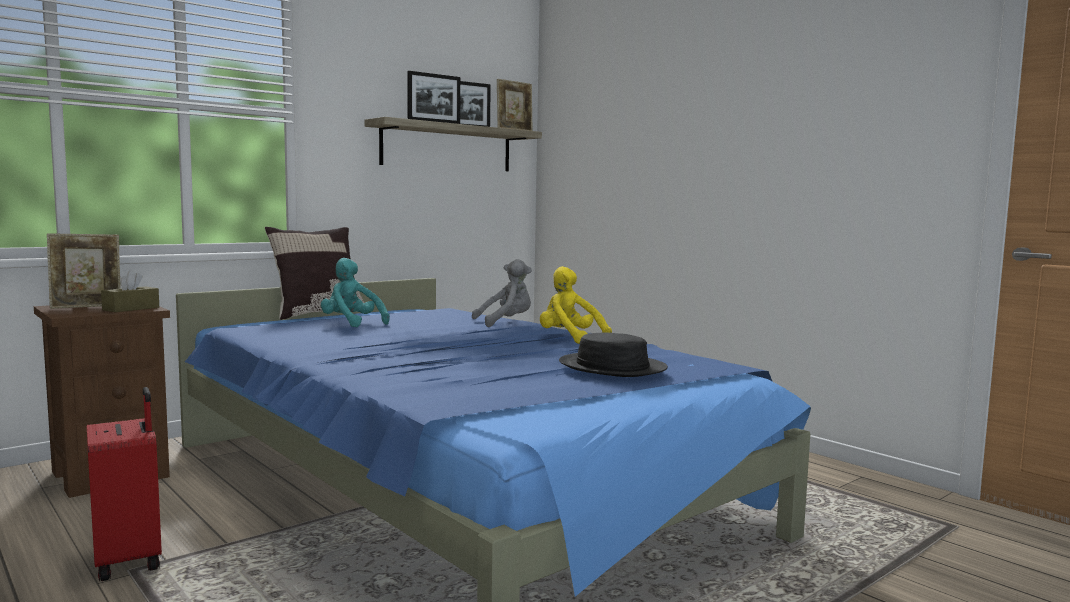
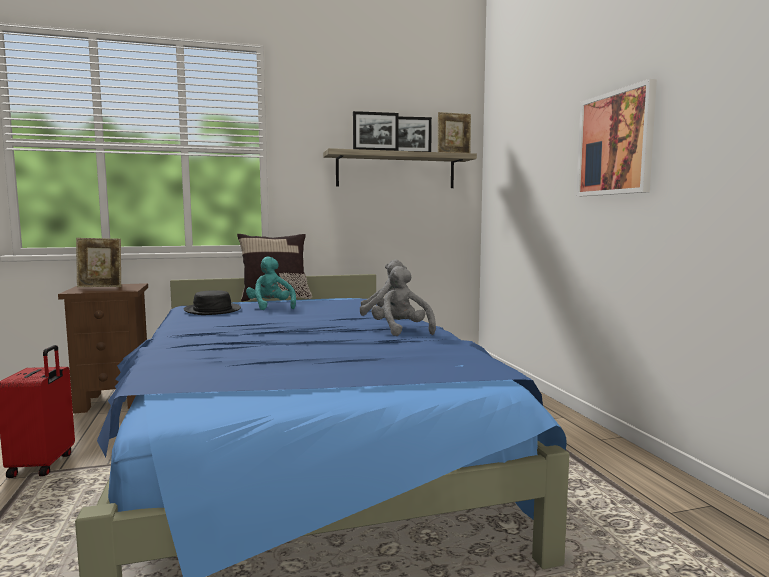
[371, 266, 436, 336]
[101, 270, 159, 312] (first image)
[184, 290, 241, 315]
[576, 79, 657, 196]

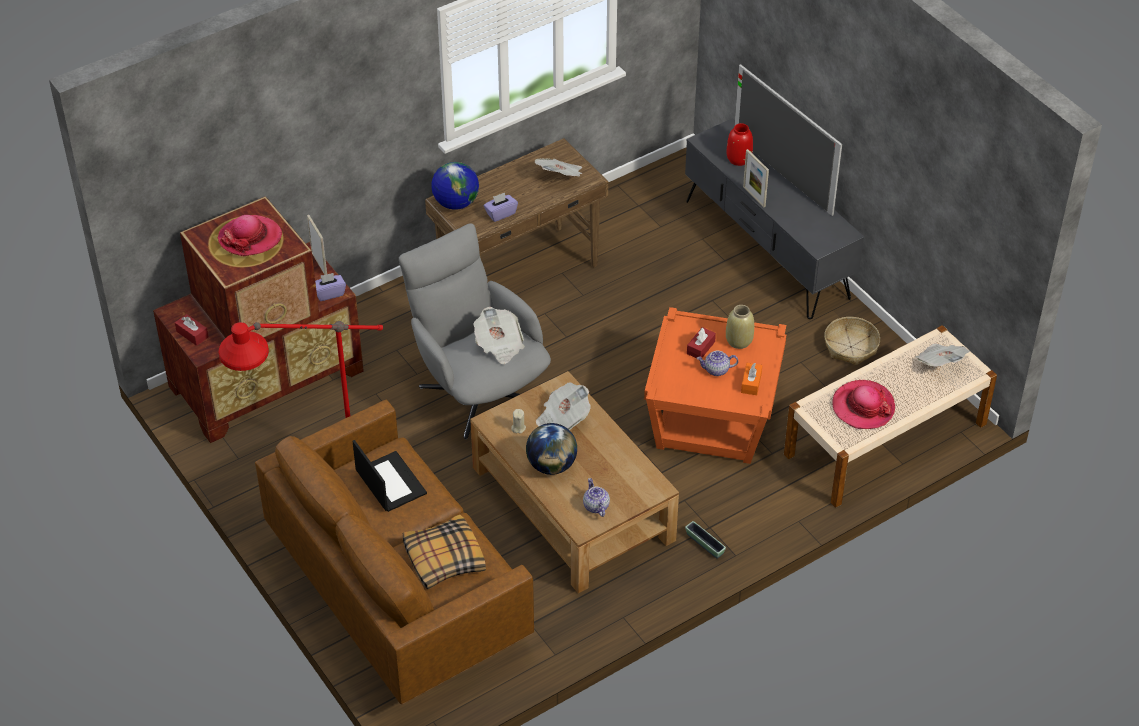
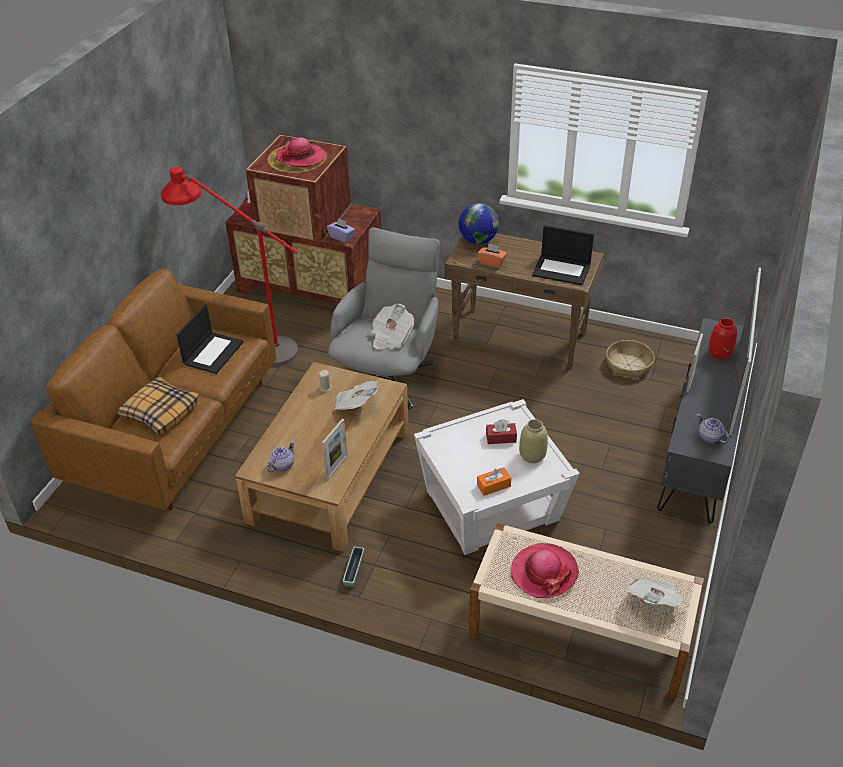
[532, 225, 594, 285]
[477, 243, 507, 268]
[322, 419, 348, 480]
[414, 399, 580, 555]
[606, 340, 654, 379]
[697, 414, 729, 443]
[526, 423, 577, 475] (first image)

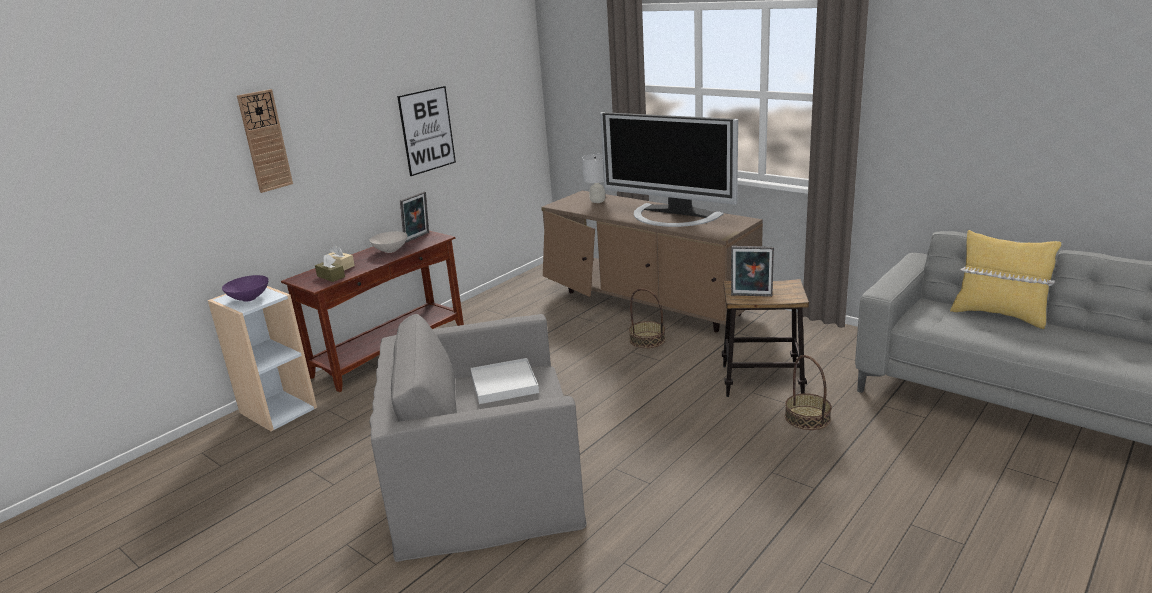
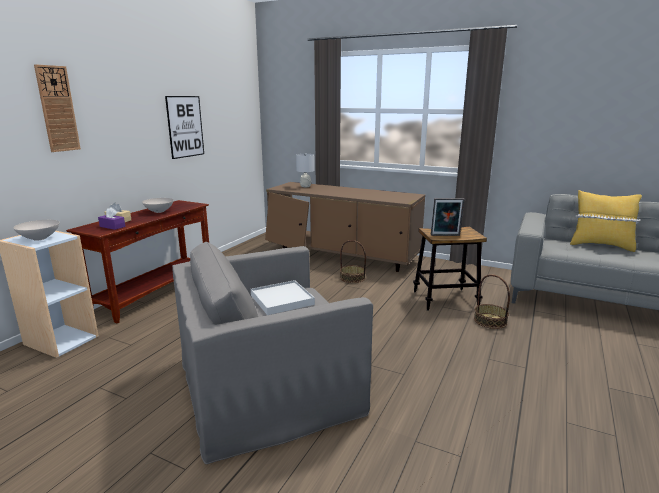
[600, 112, 738, 227] (first image)
[400, 191, 429, 243] (first image)
[98, 207, 125, 230]
[13, 220, 59, 241]

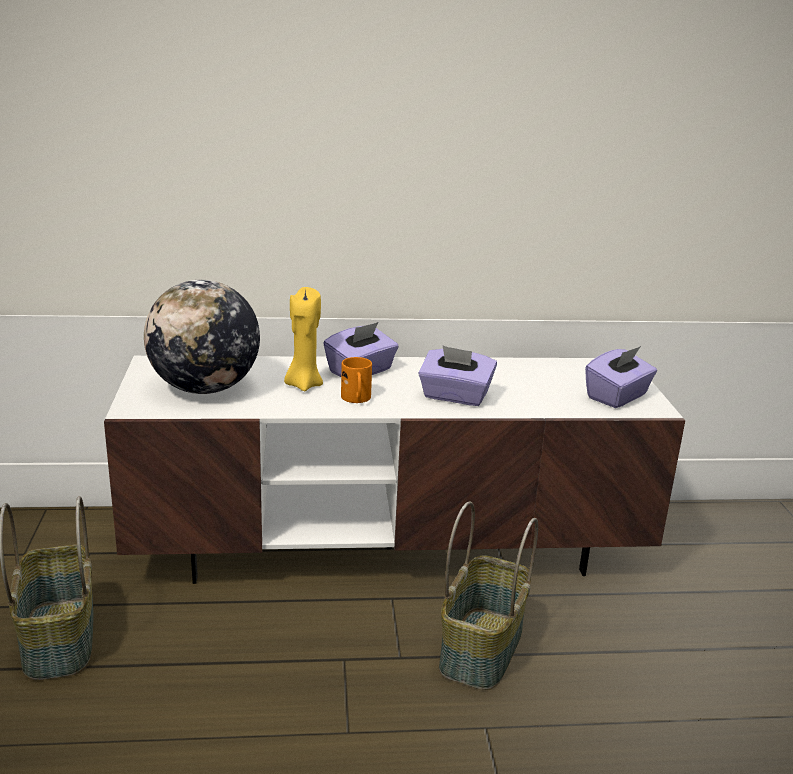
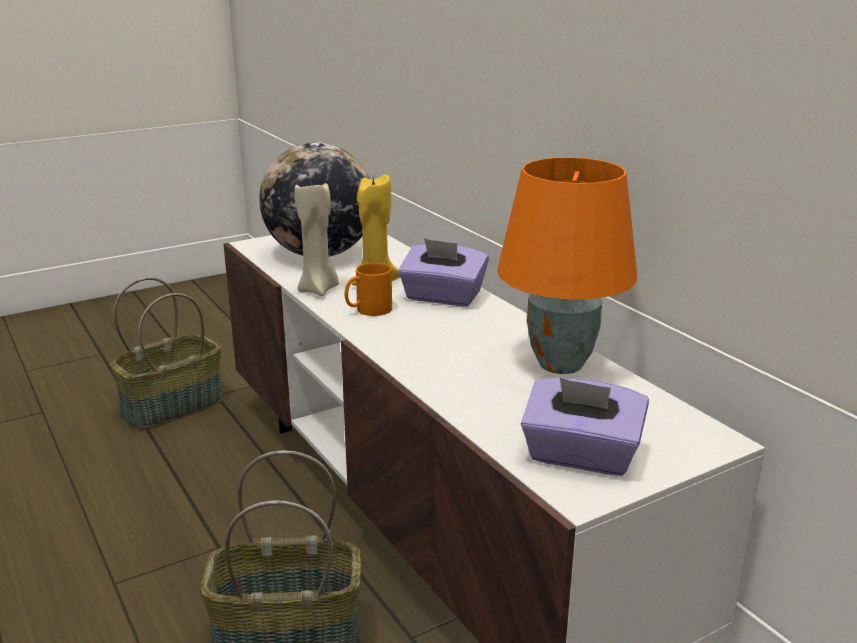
[418, 345, 497, 406] (first image)
[497, 157, 637, 374]
[294, 178, 339, 296]

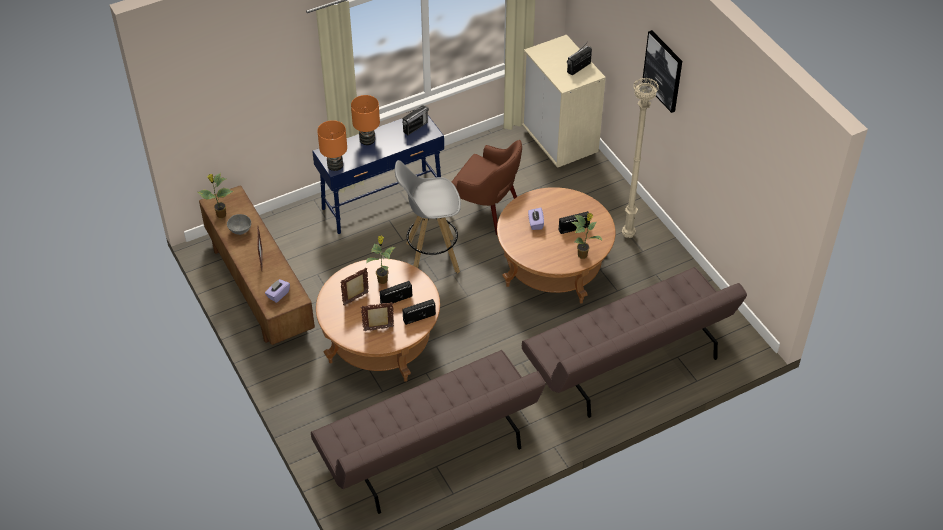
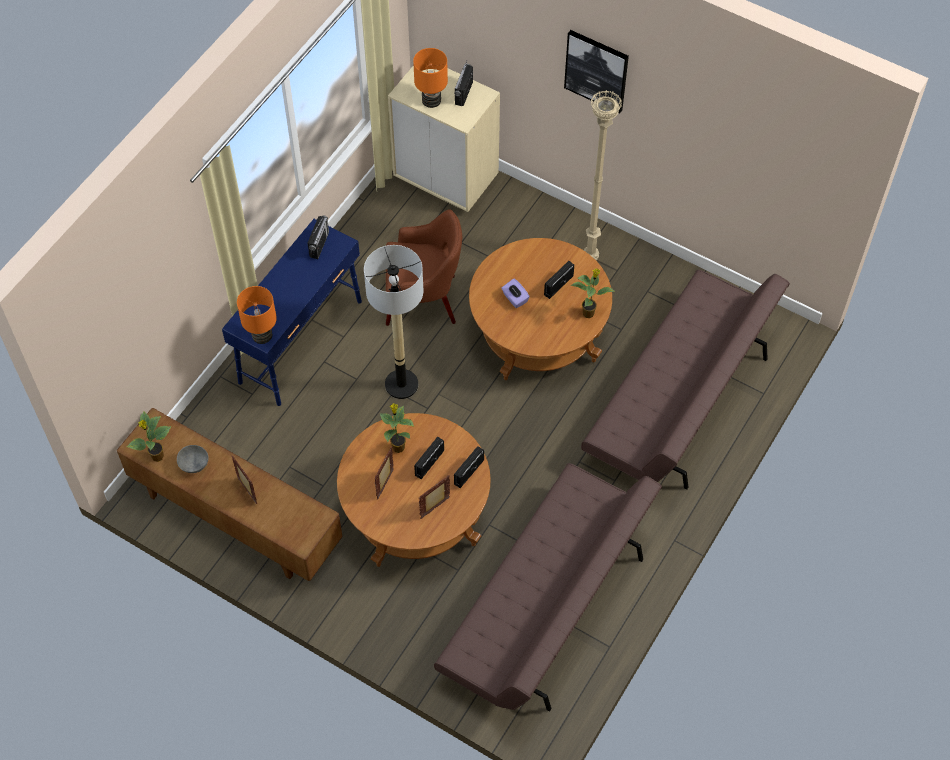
[413, 48, 448, 108]
[364, 245, 424, 399]
[265, 279, 290, 303] (first image)

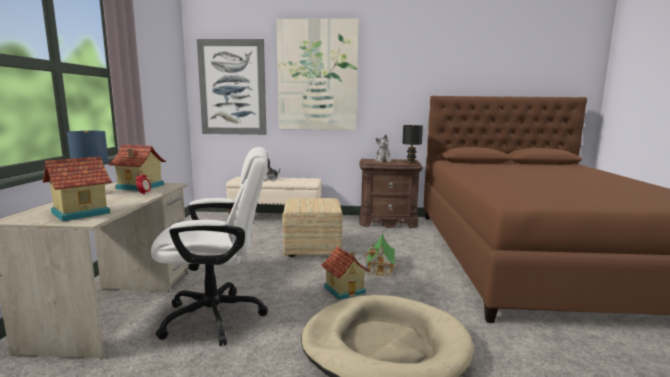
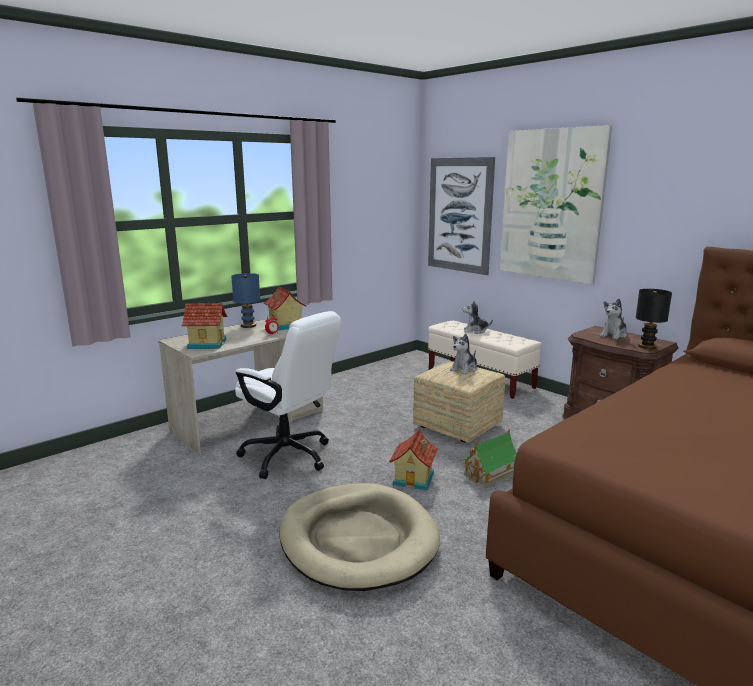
[450, 333, 477, 374]

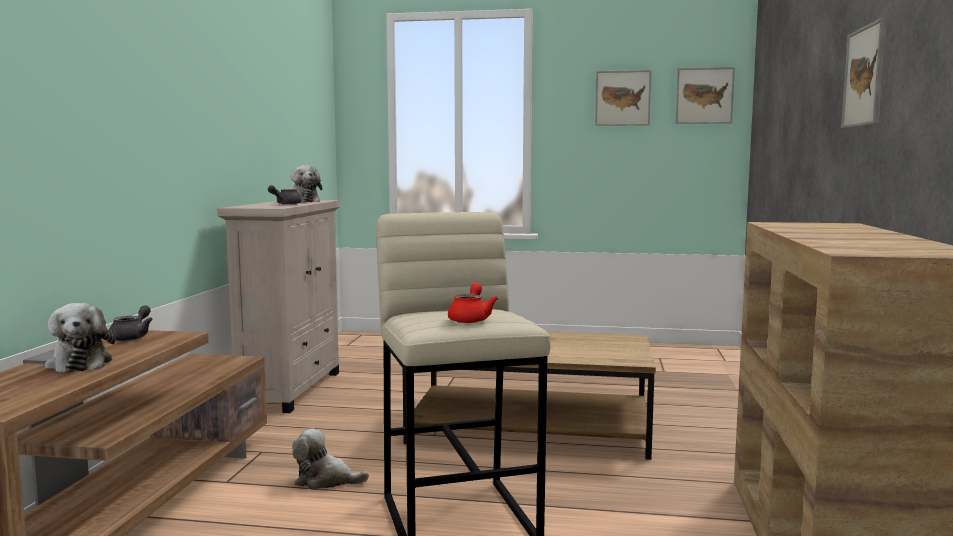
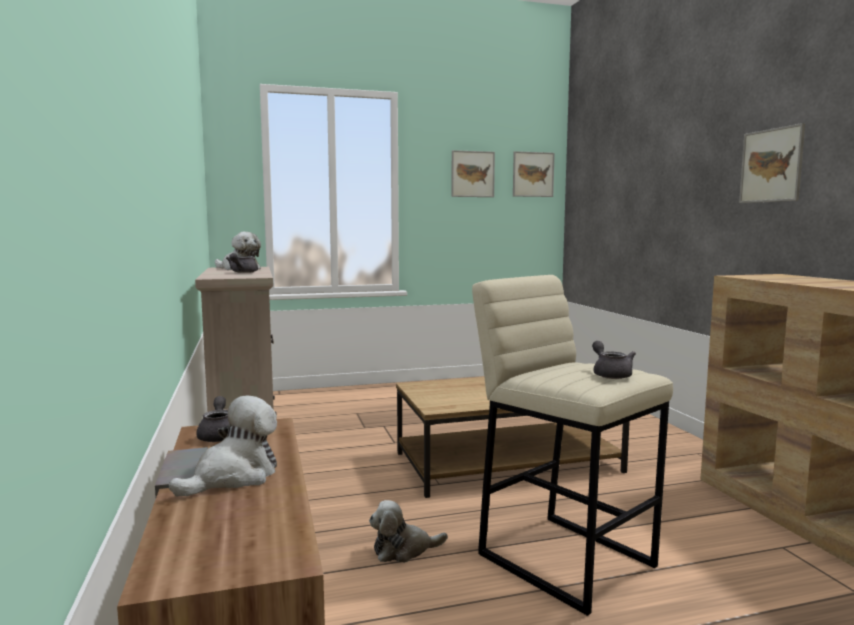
[592, 341, 636, 379]
[169, 395, 277, 497]

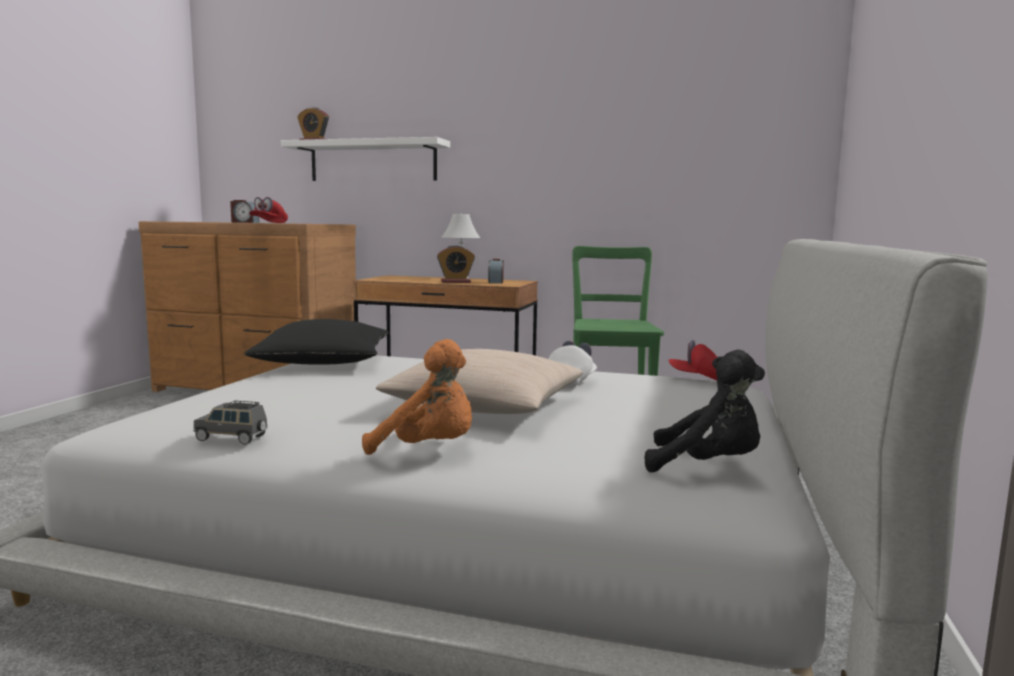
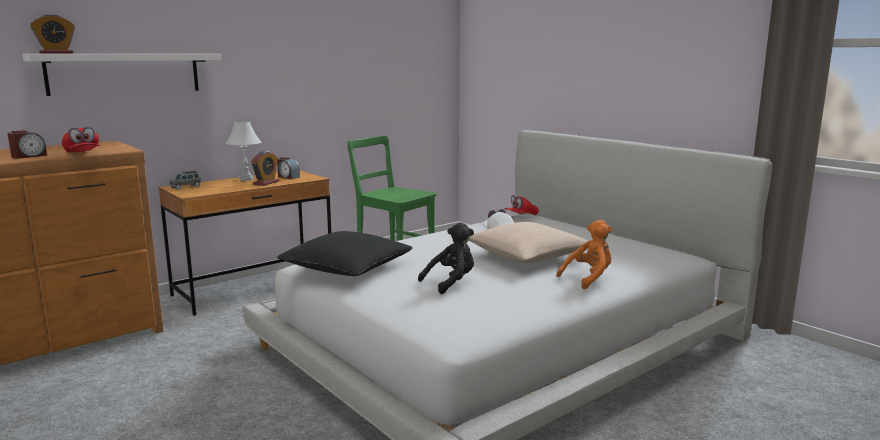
[418, 223, 474, 294]
[170, 171, 201, 190]

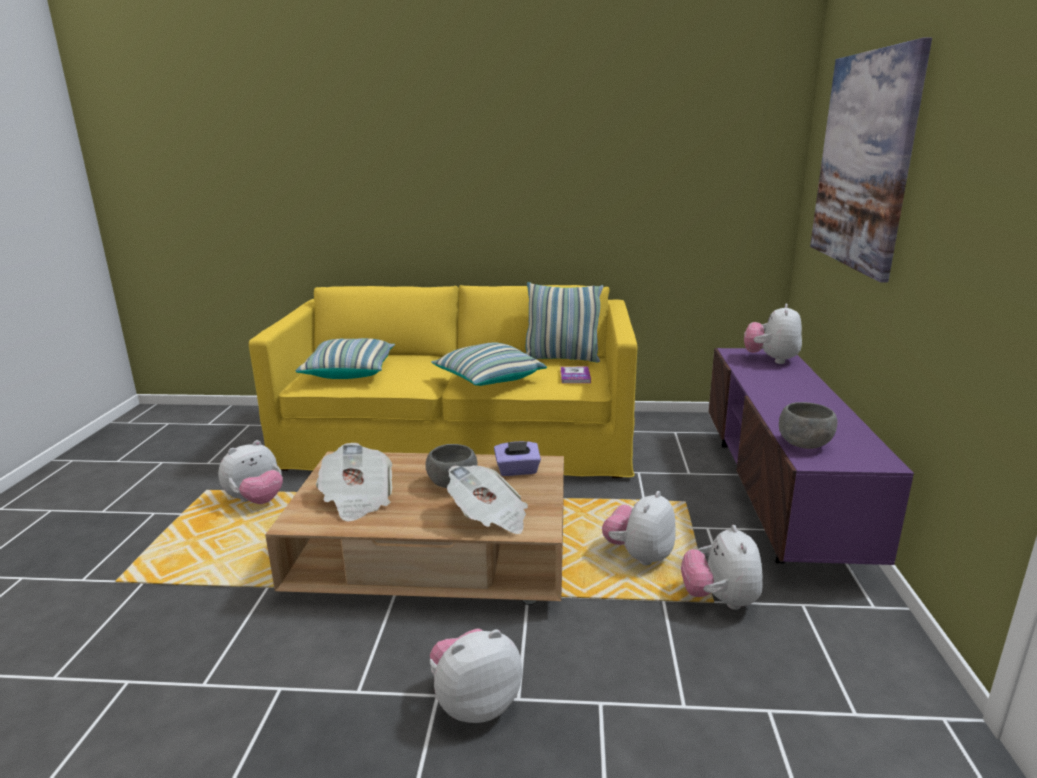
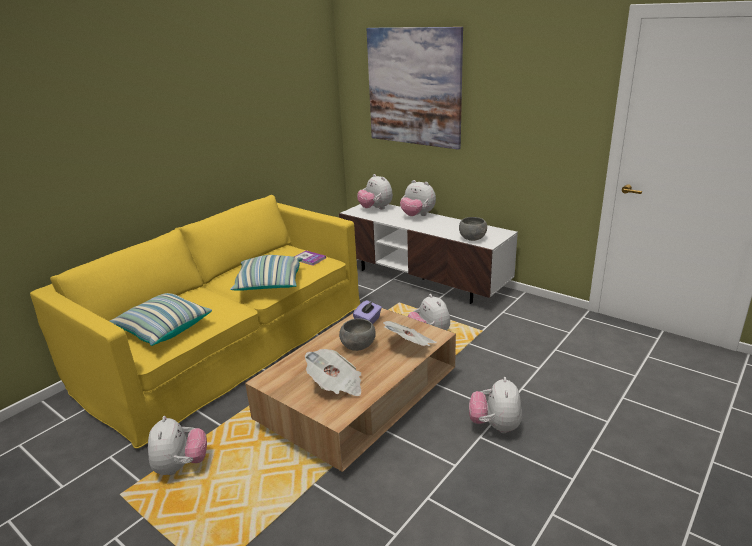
[525, 282, 604, 362] (first image)
[339, 204, 518, 304]
[400, 180, 436, 216]

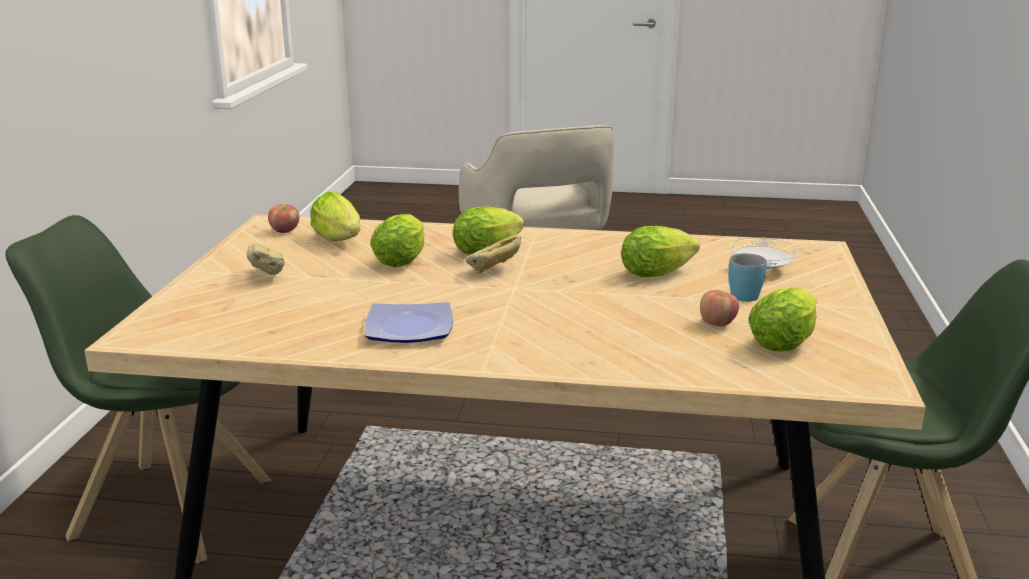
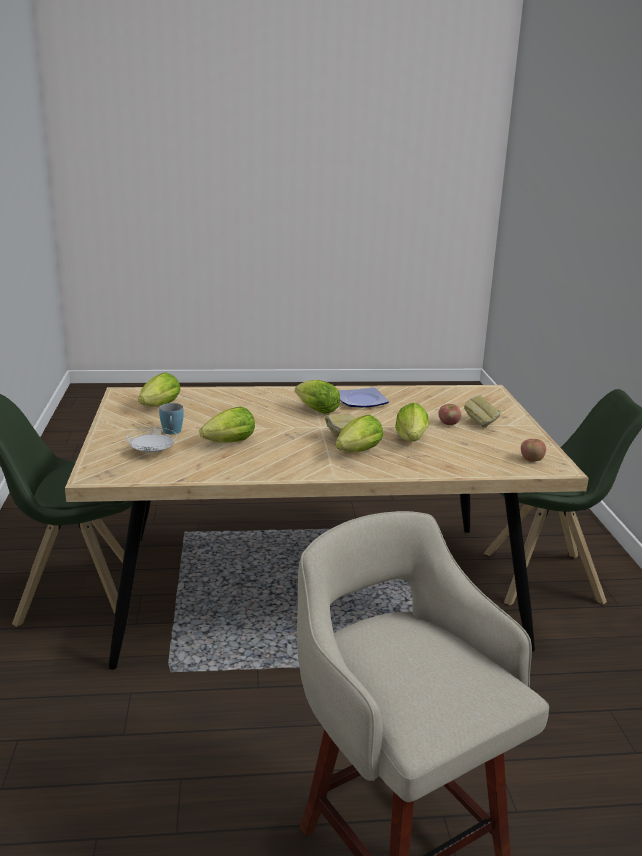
[295, 380, 340, 414]
[438, 404, 461, 425]

